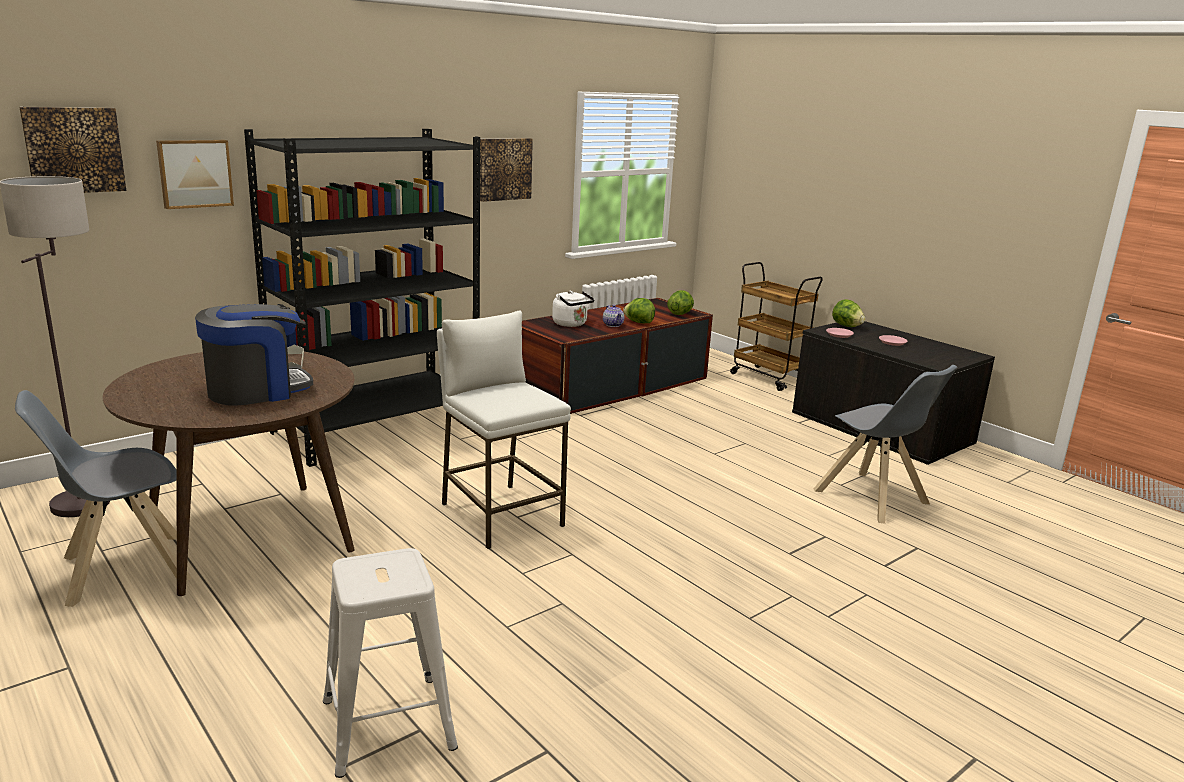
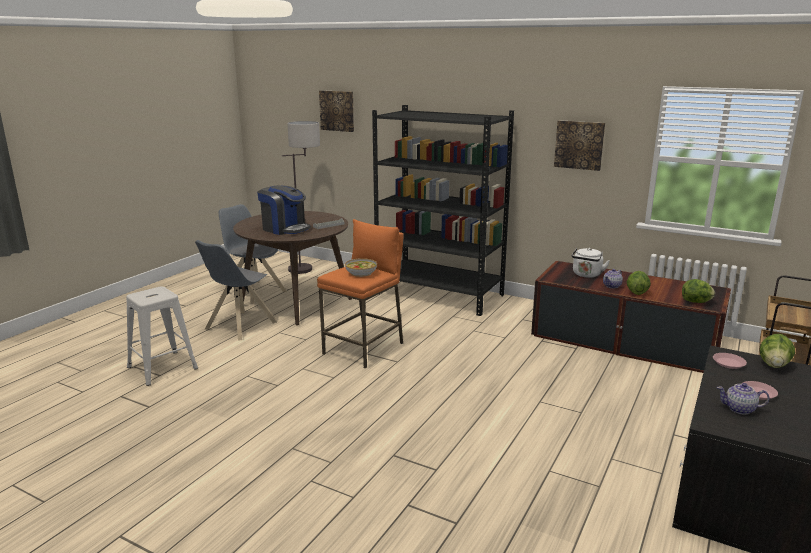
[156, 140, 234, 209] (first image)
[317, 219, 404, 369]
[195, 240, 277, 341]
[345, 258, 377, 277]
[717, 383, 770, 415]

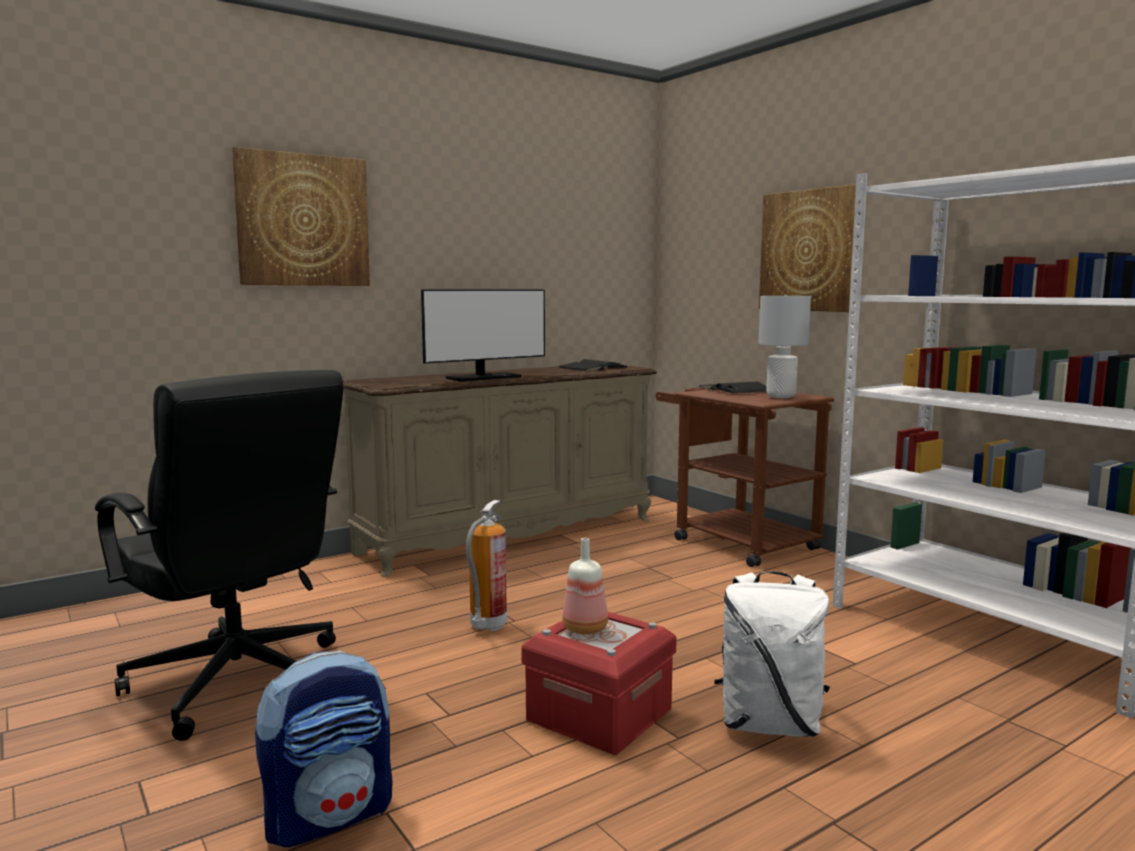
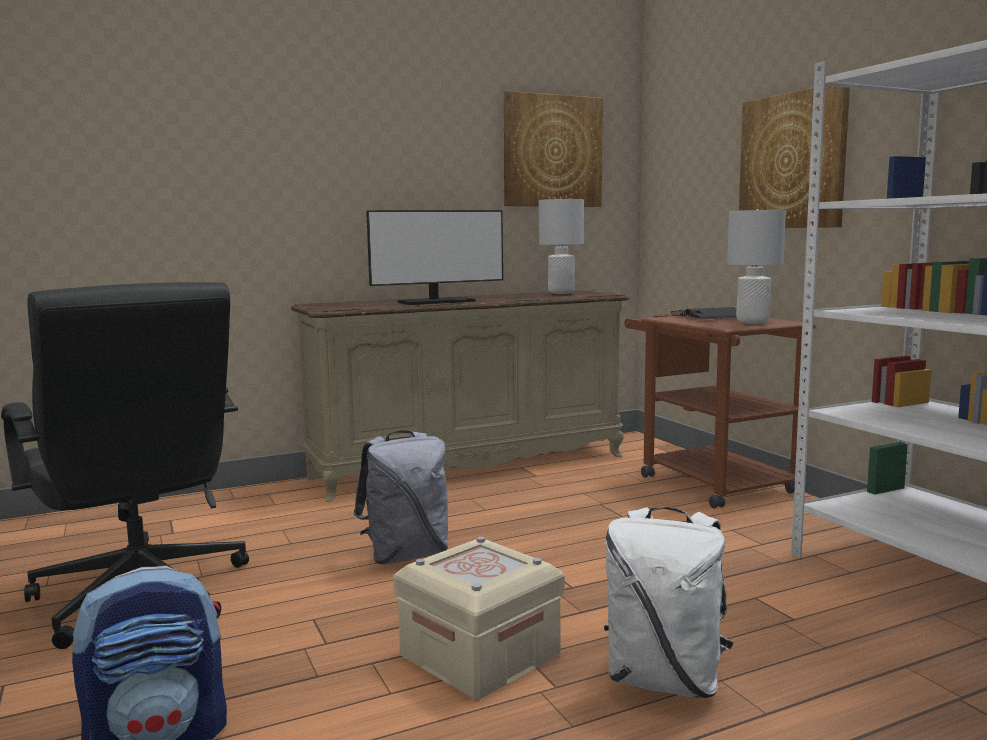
[504, 91, 603, 207]
[539, 198, 584, 294]
[353, 430, 448, 565]
[562, 538, 608, 634] (first image)
[393, 537, 565, 700]

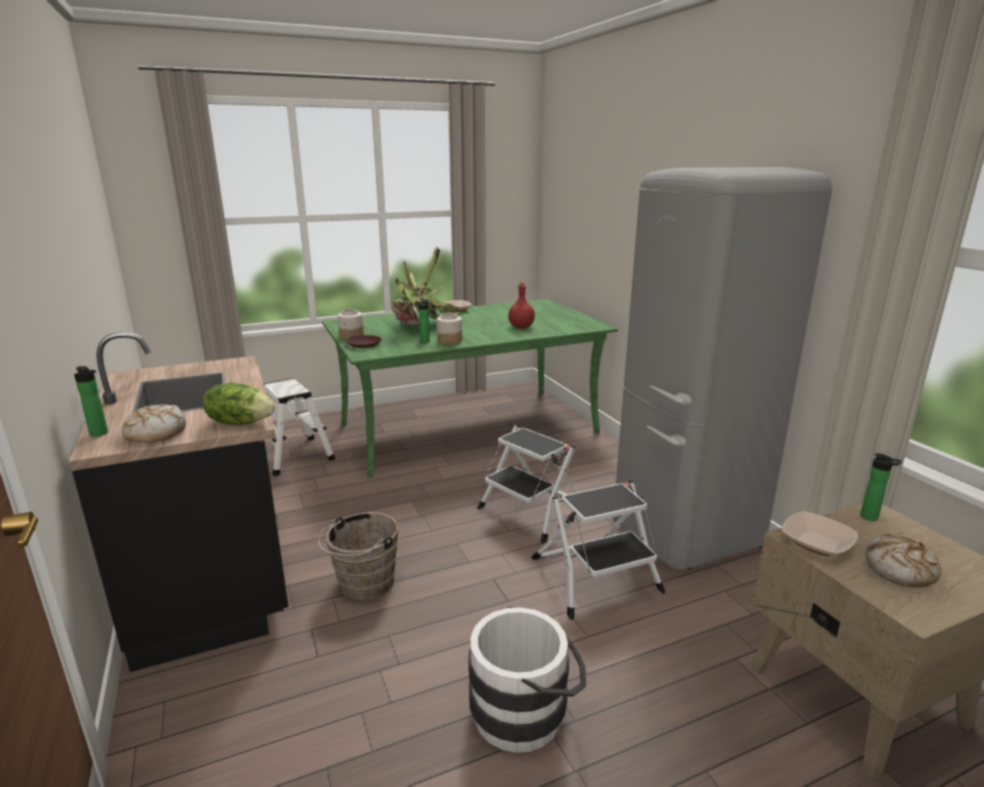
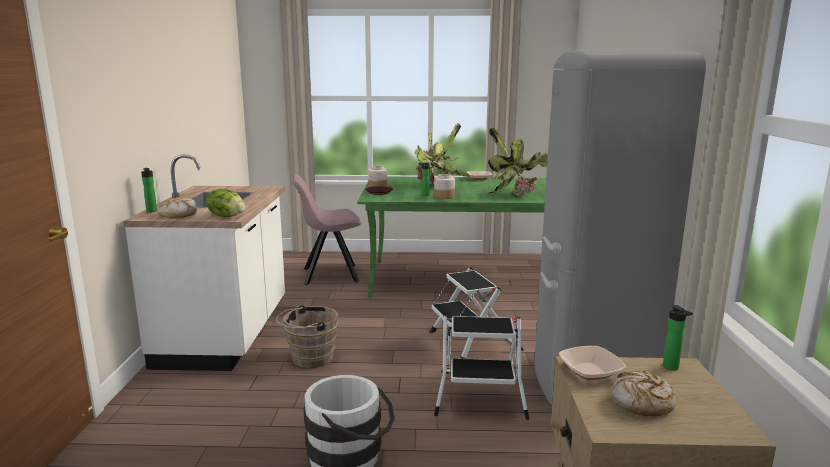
[488, 128, 548, 197]
[123, 154, 285, 371]
[292, 174, 361, 285]

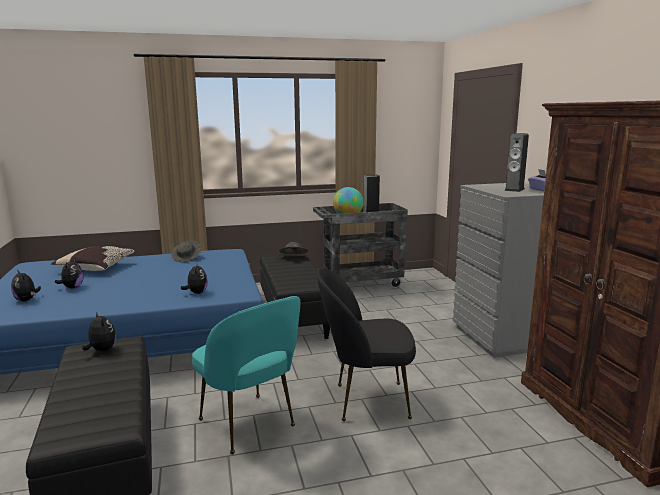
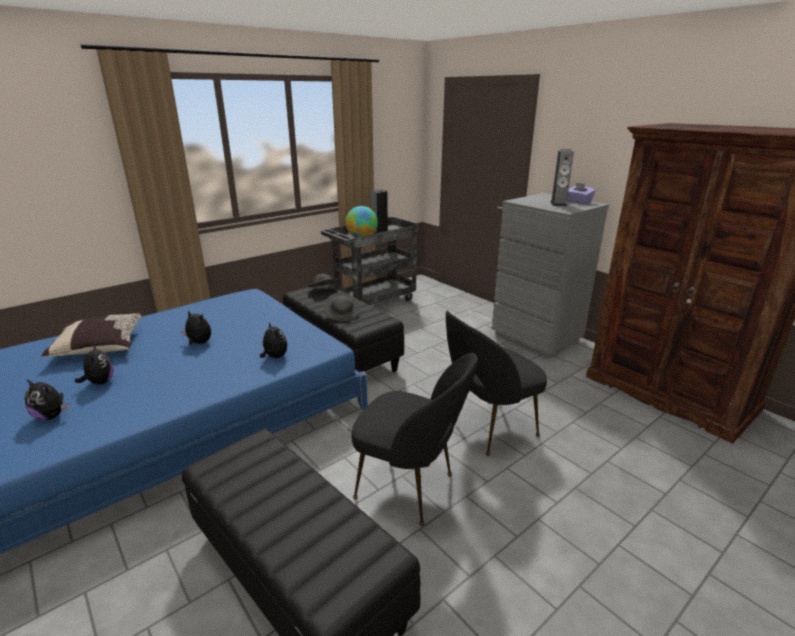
[324, 292, 360, 321]
[351, 353, 478, 526]
[181, 310, 211, 345]

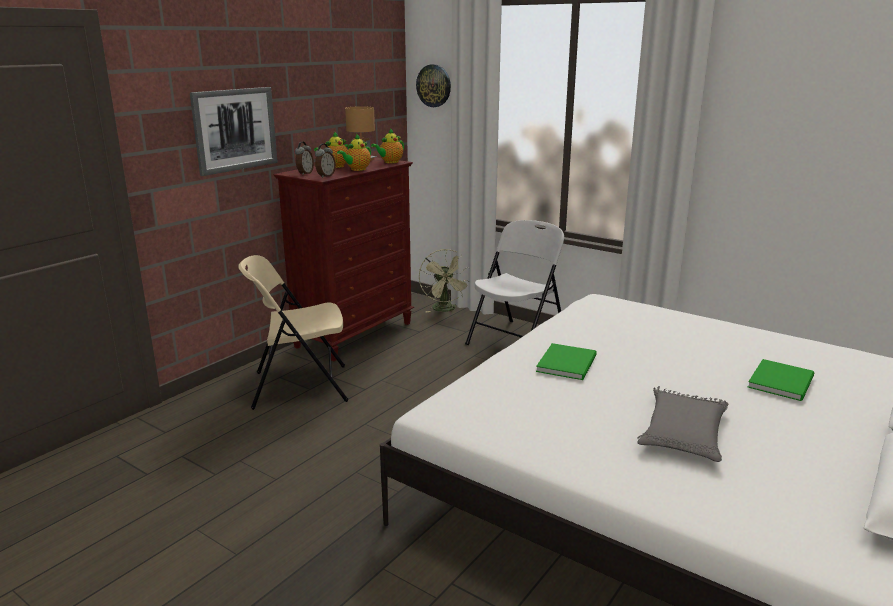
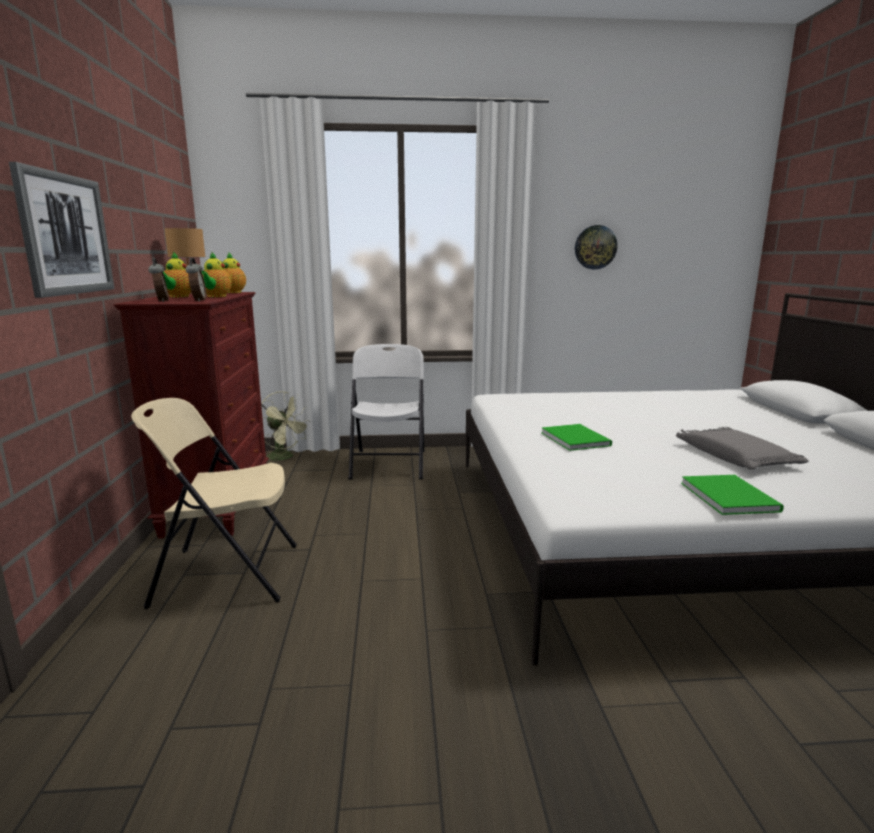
[575, 225, 617, 269]
[131, 398, 297, 609]
[681, 475, 784, 515]

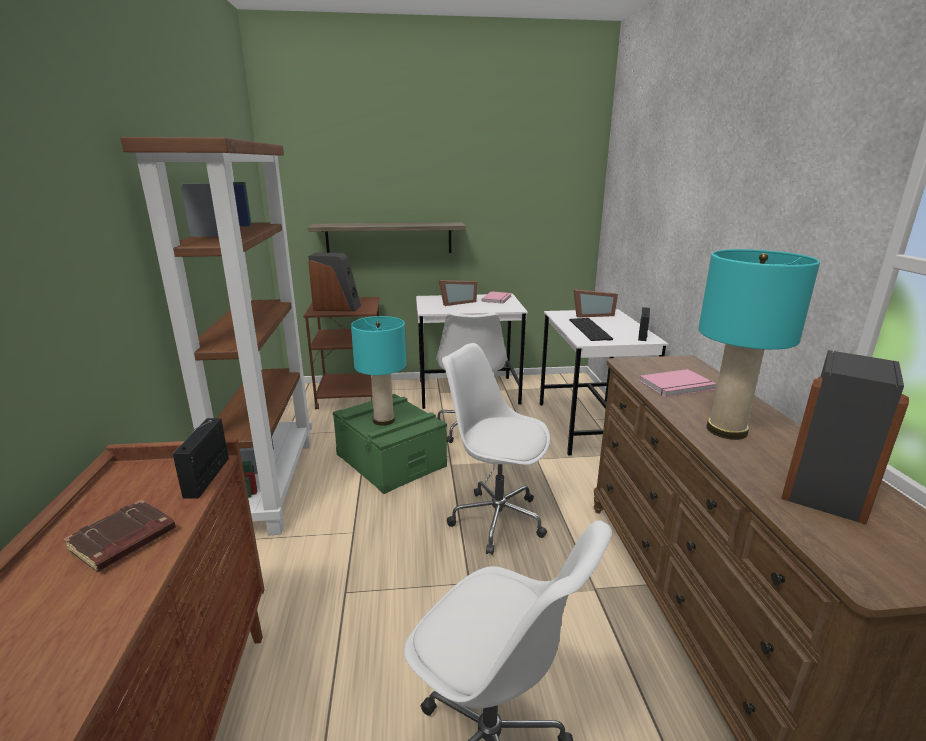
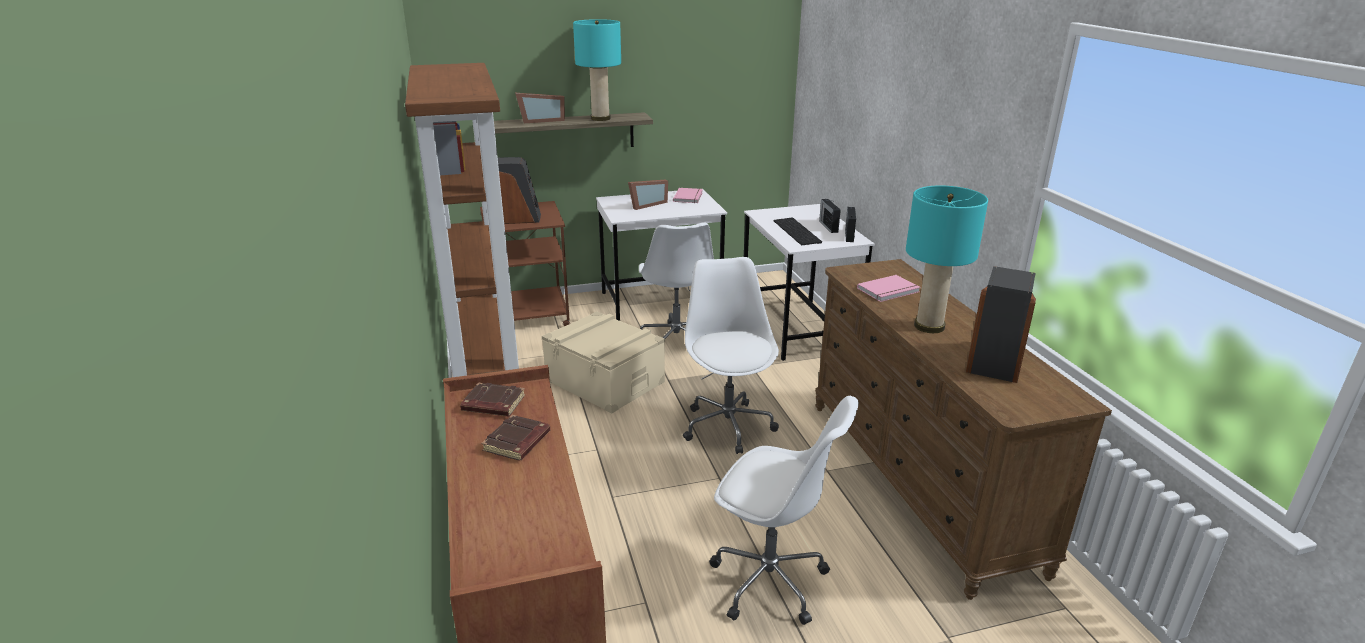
[515, 93, 565, 123]
[573, 19, 621, 121]
[683, 257, 779, 454]
[542, 311, 665, 414]
[819, 199, 841, 233]
[460, 383, 525, 417]

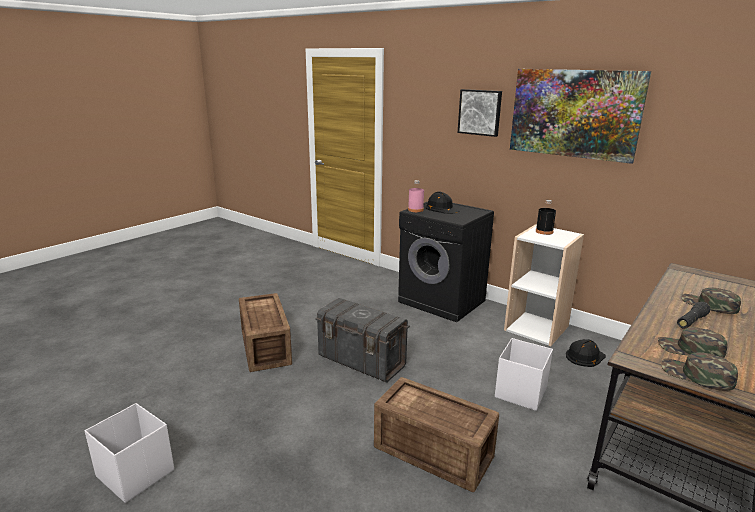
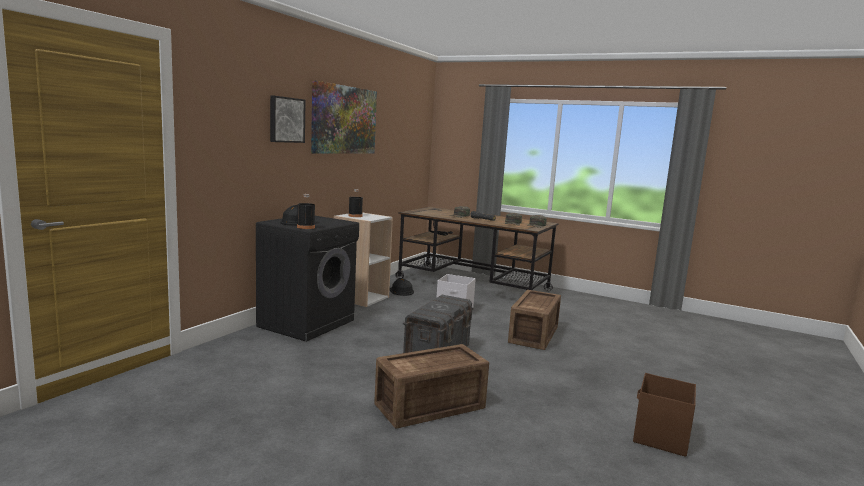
[297, 194, 315, 229]
[633, 373, 696, 457]

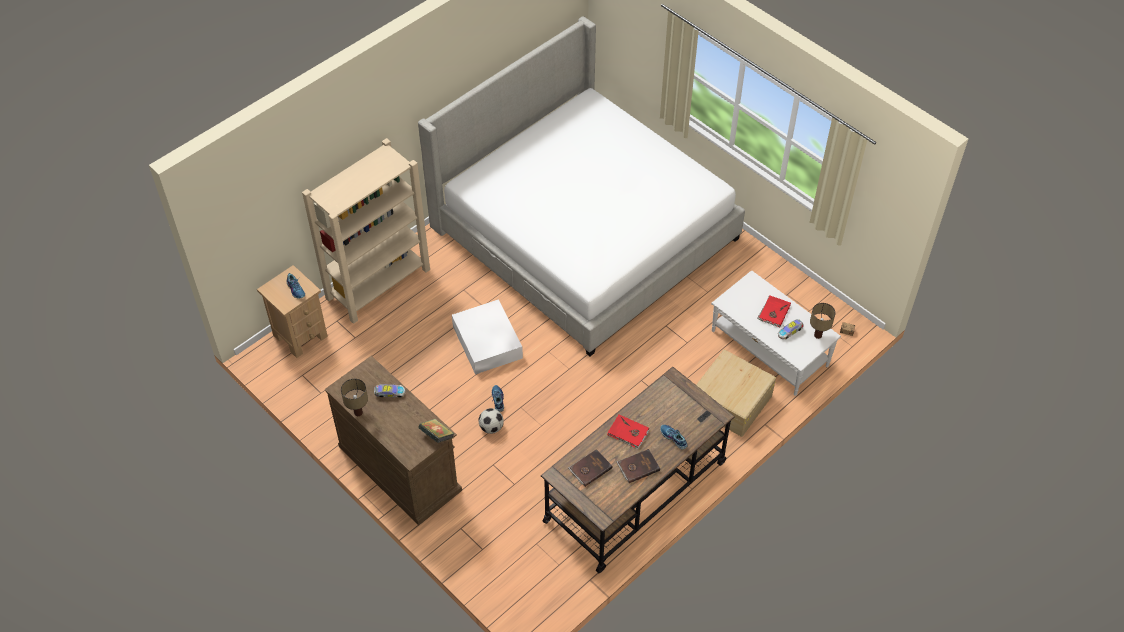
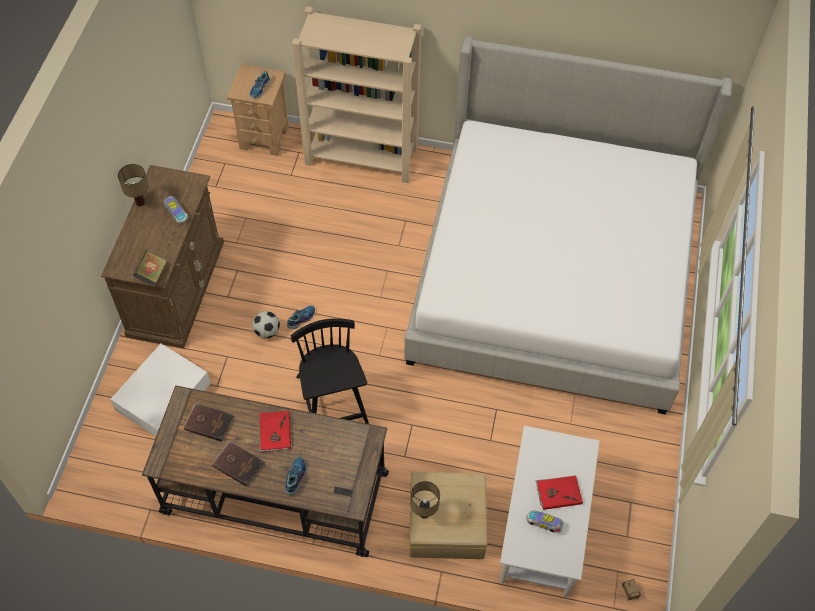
[110, 344, 211, 436]
[411, 481, 440, 519]
[291, 319, 369, 424]

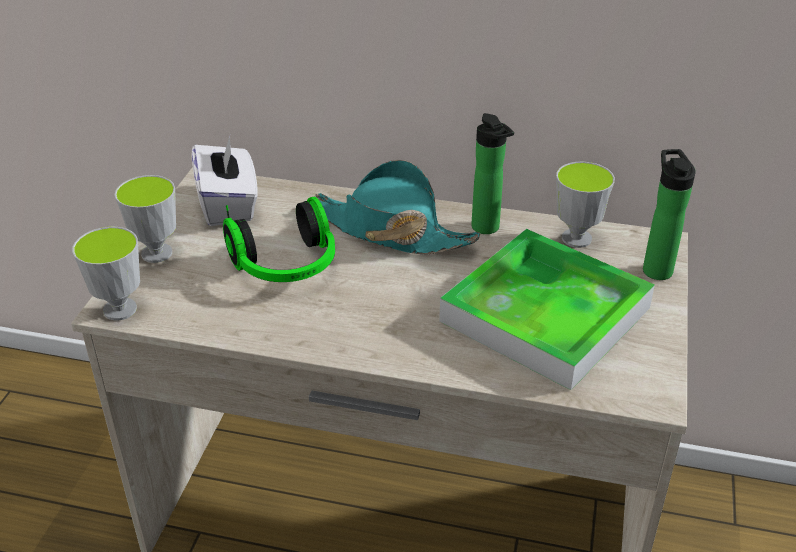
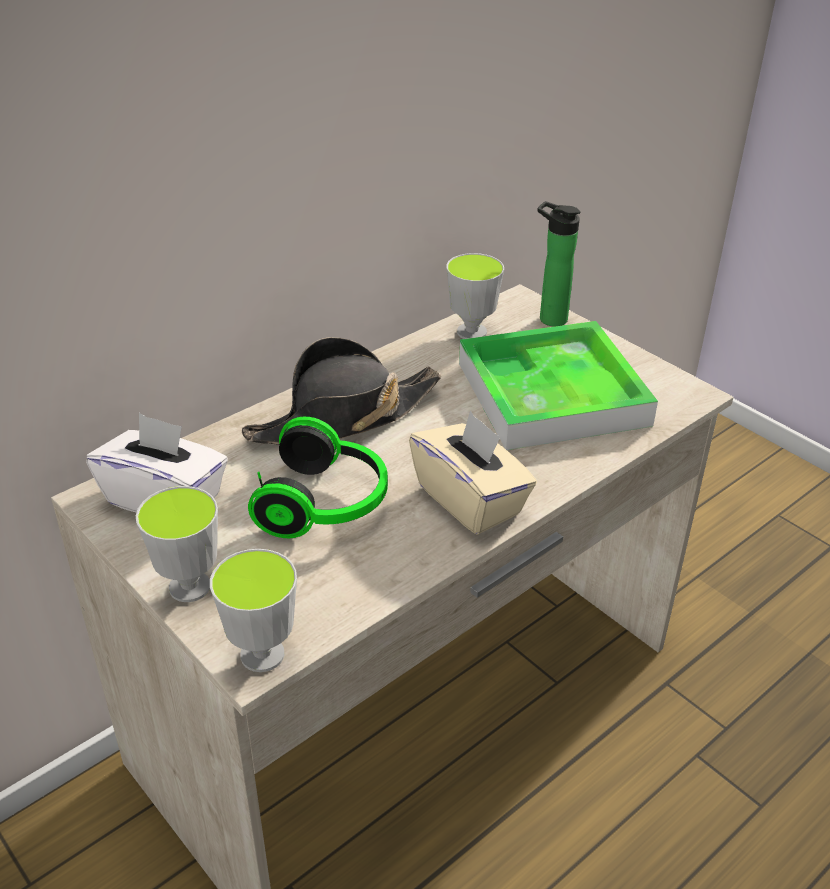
[471, 113, 514, 234] (first image)
[242, 337, 441, 445]
[409, 410, 537, 535]

